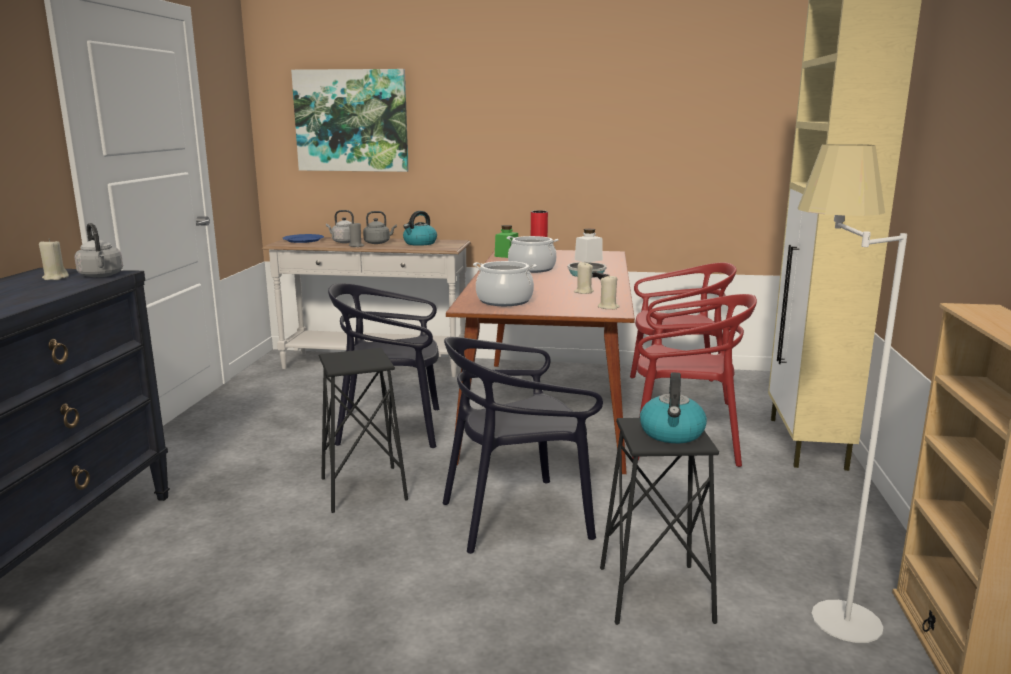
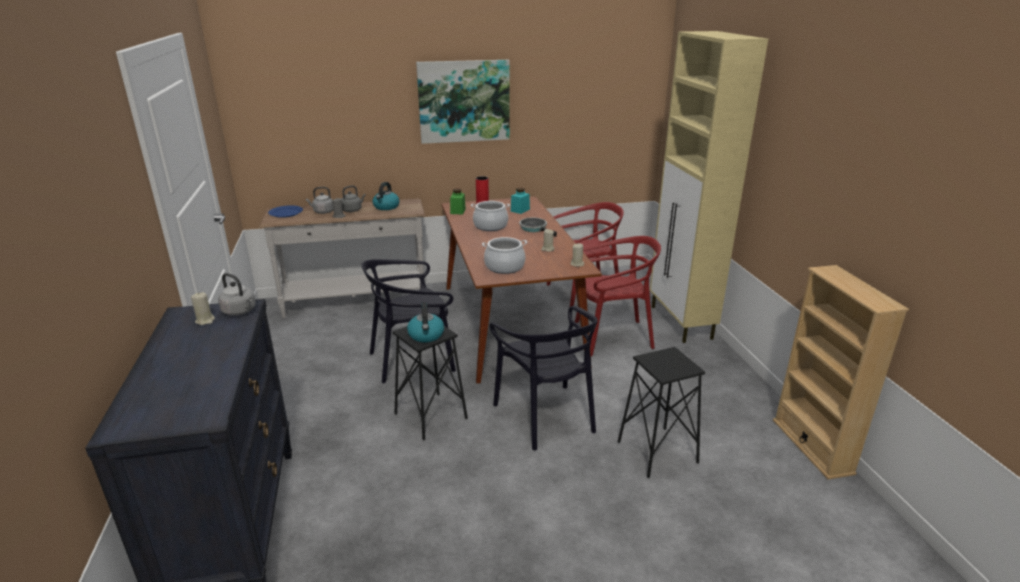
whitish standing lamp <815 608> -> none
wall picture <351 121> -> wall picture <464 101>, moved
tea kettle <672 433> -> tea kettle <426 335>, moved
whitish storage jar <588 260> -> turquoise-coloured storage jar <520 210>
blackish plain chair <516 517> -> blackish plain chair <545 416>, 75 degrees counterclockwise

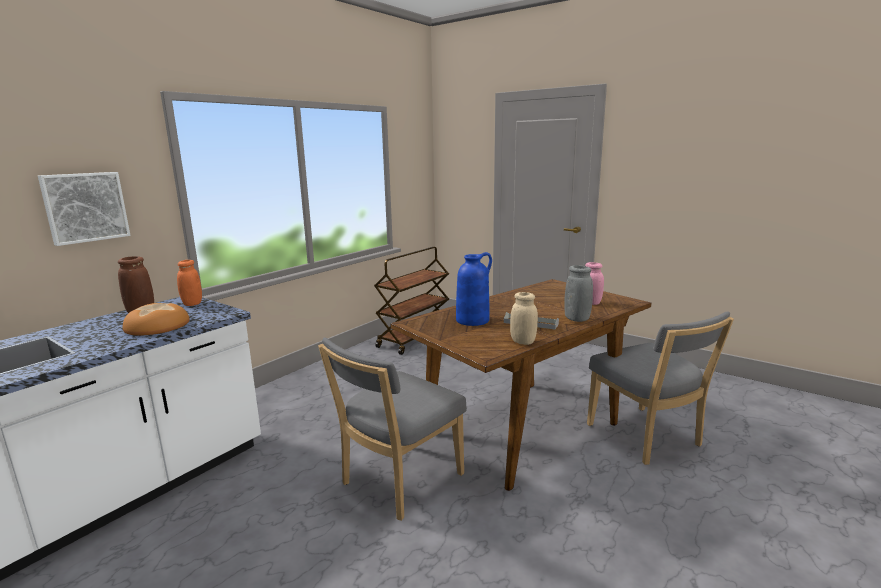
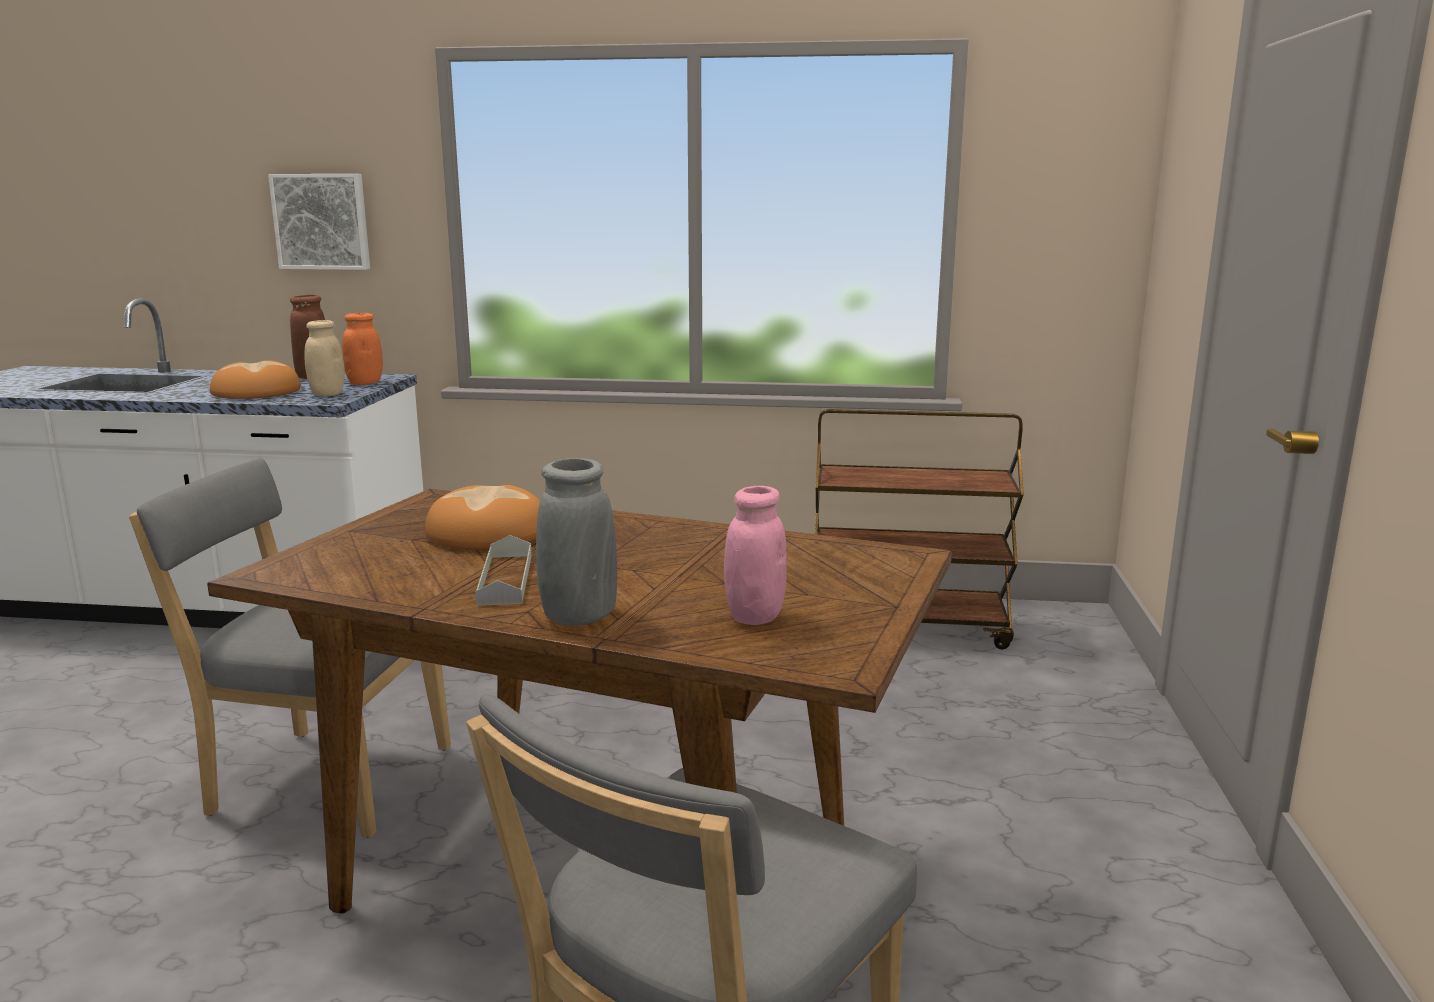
beige storage jar <523 342> -> beige storage jar <327 394>, moved
blue decorative vase <473 320> -> baked bread <489 533>

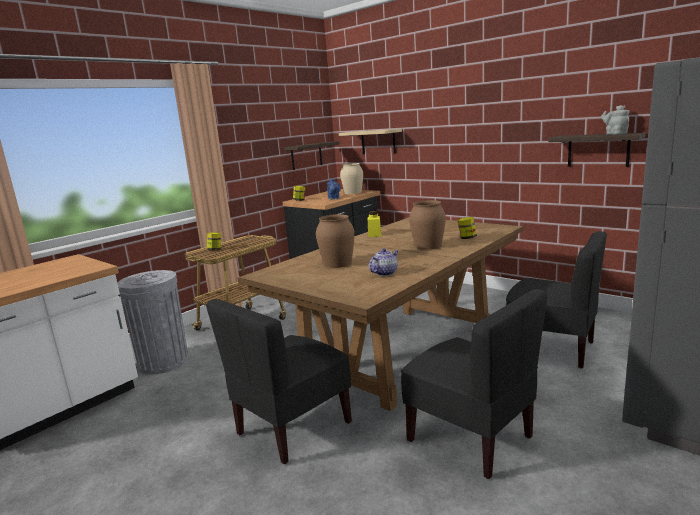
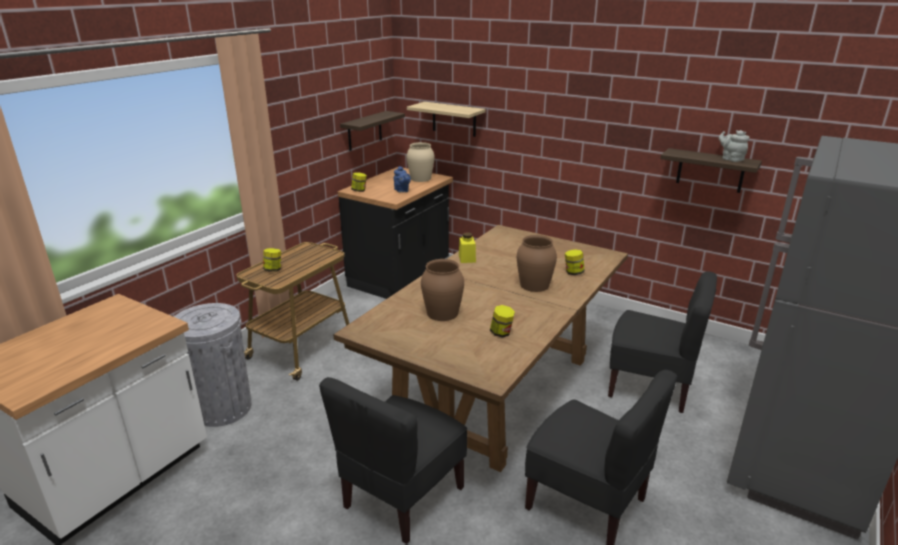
pot for tea <385 273> -> storage jar <501 333>

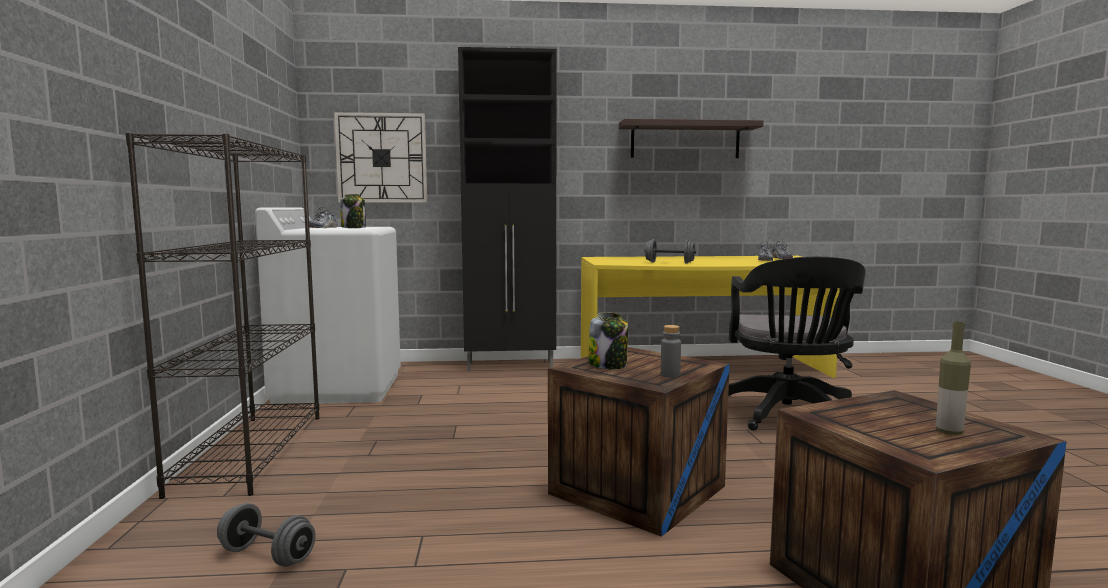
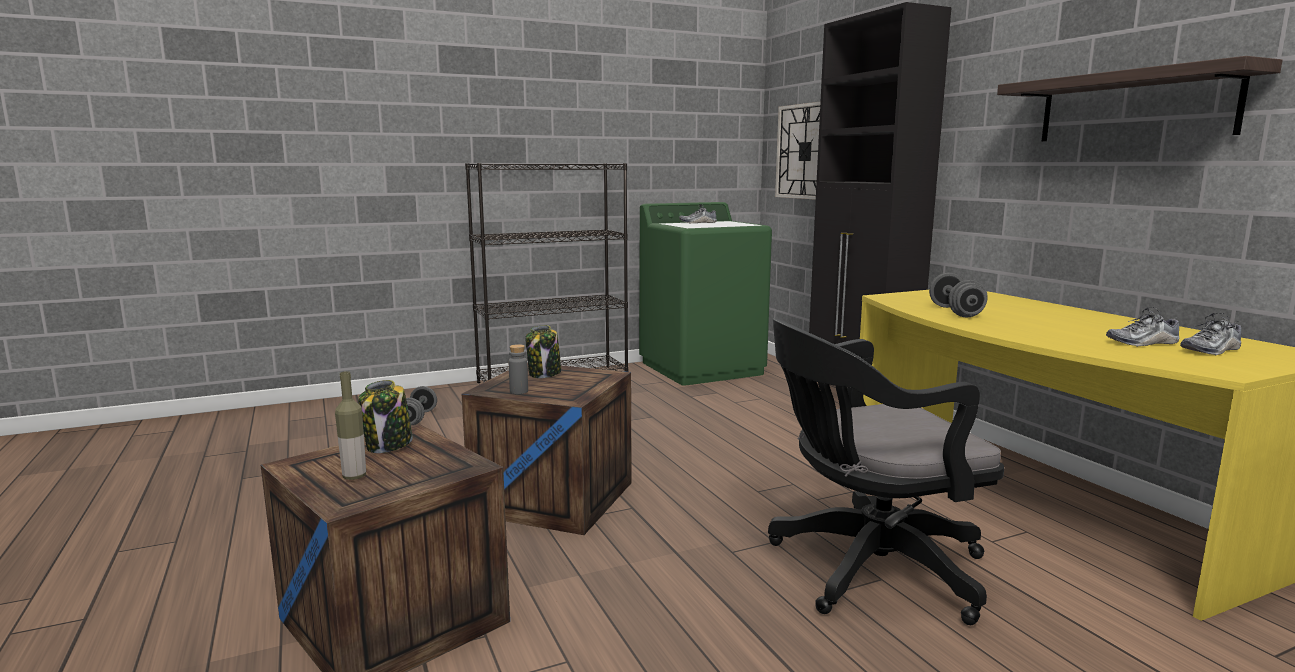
storage jar <354 227> -> storage jar <389 445>, moved
whitish washing machine <339 387> -> greenish washing machine <702 368>

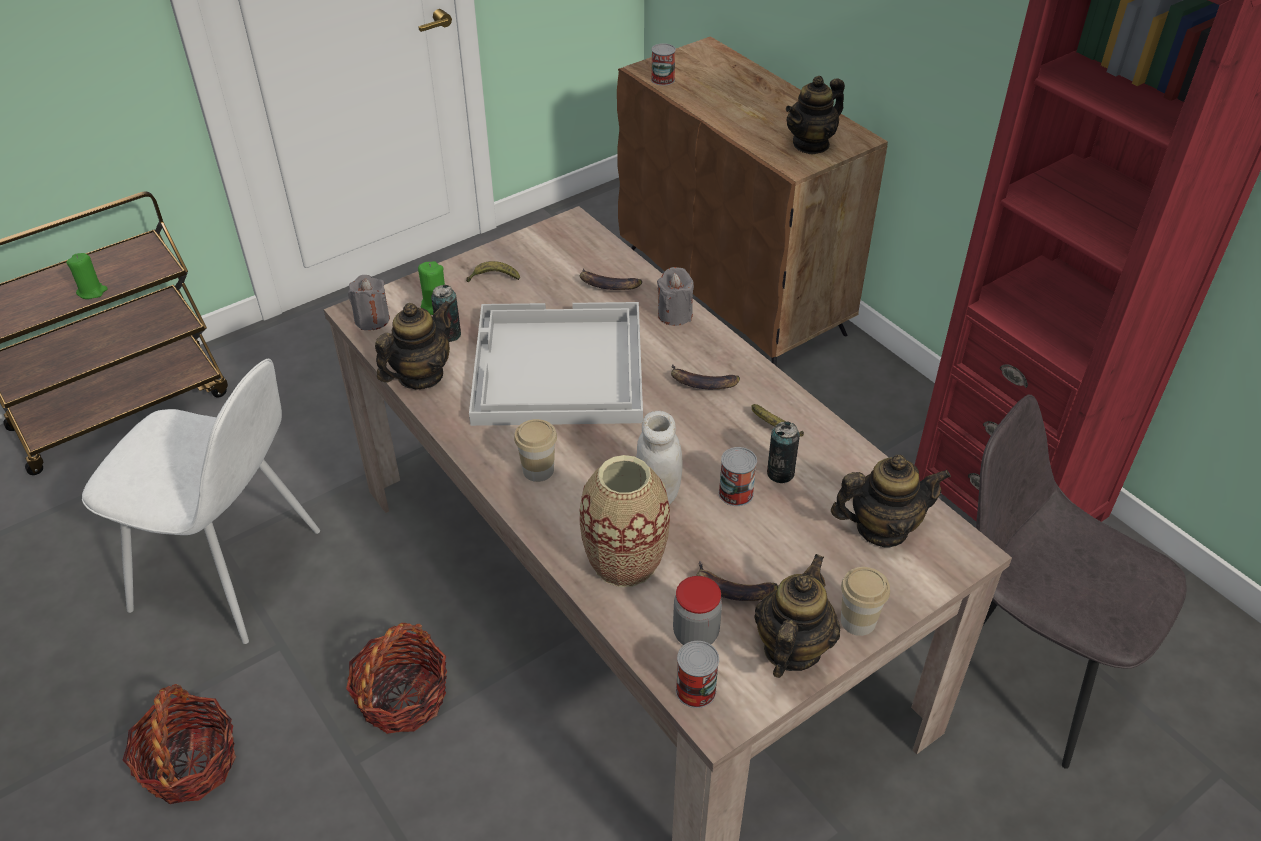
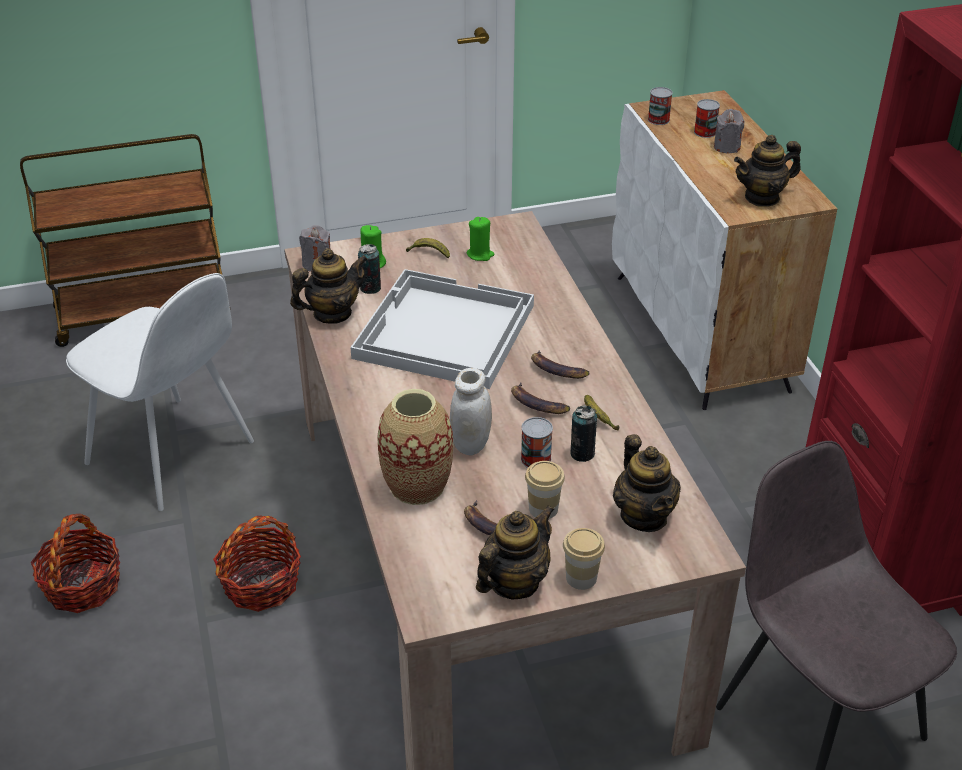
storage jar <695 634> -> none
greenish wax candle <92 291> -> greenish wax candle <480 254>, moved
cup <538 470> -> cup <543 509>, moved
banana <608 285> -> banana <536 404>, moved
gray wax candle <675 314> -> gray wax candle <727 147>, moved
sealed can <696 690> -> sealed can <705 132>, moved
brown storage cabinet <734 293> -> whitish storage cabinet <701 332>
pot for tea <882 528> -> pot for tea <644 516>, 60 degrees clockwise

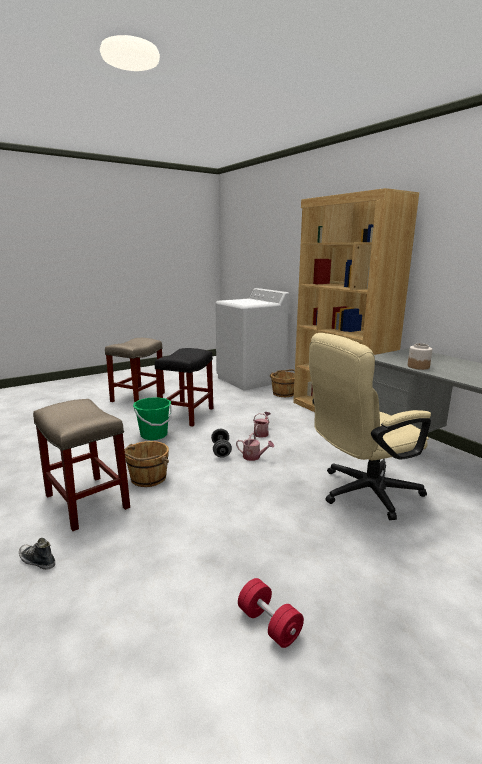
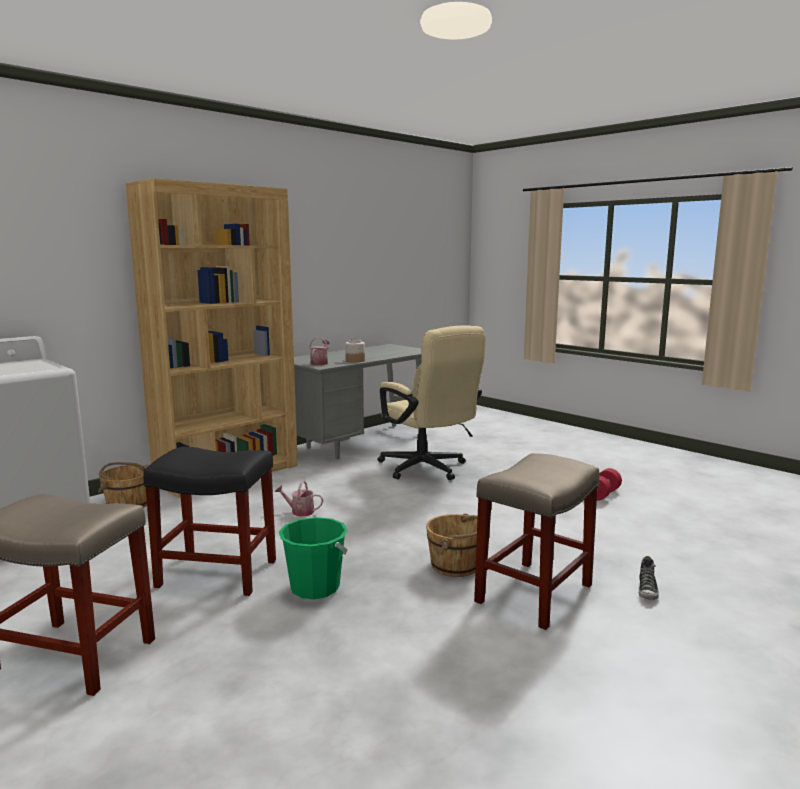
gray dumbbell <221 450> -> none
watering can <254 457> -> watering can <320 363>, moved

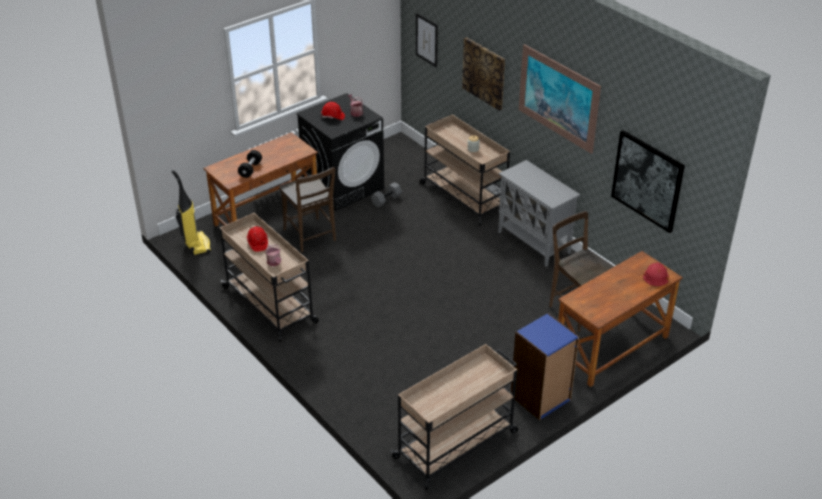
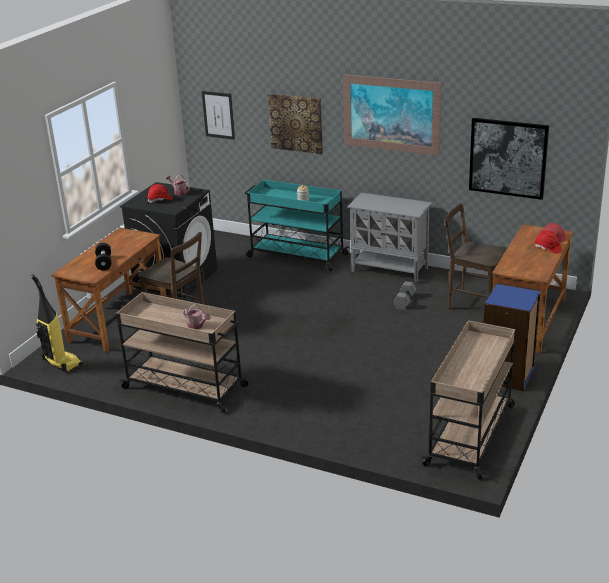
red-coloured work helmet <257 243> -> red-coloured work helmet <547 248>, moved
gray dumbbell <386 199> -> gray dumbbell <404 301>, moved
beige trolley <463 196> -> turquoise-coloured trolley <296 255>

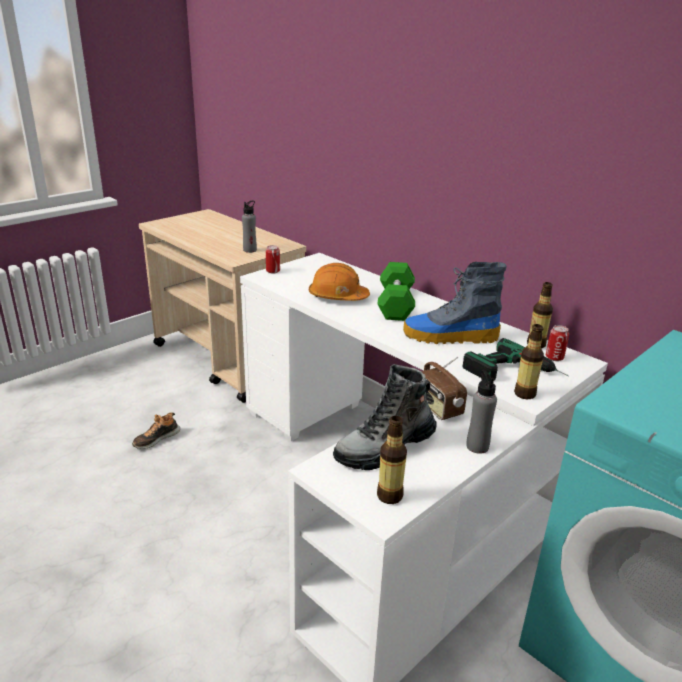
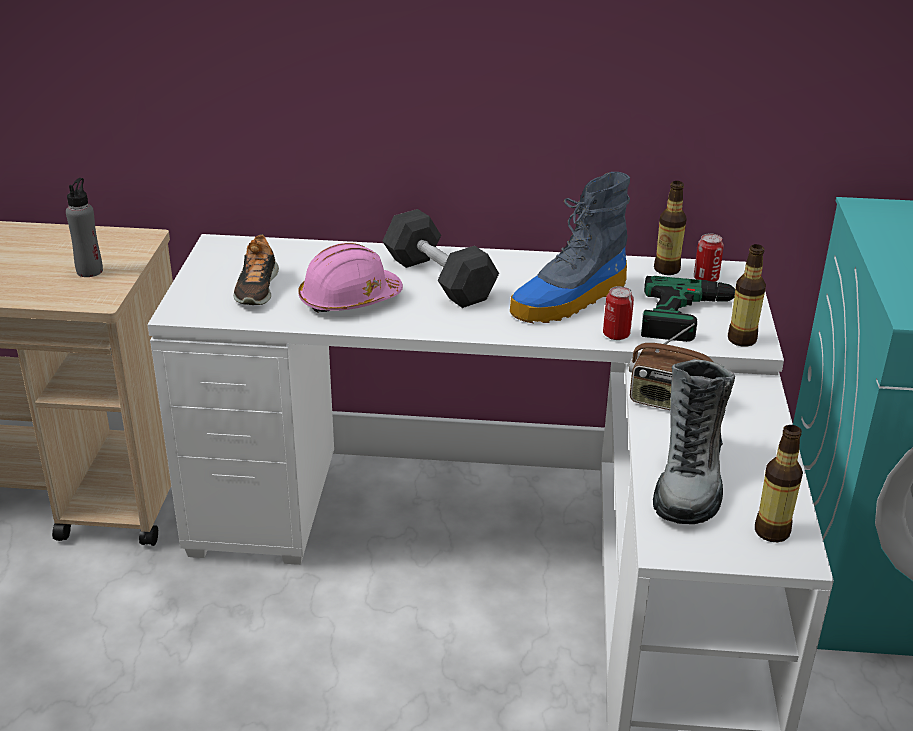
gray bottle <477 446> -> none
low shoe <156 438> -> low shoe <256 288>, moved
sealed can <273 271> -> sealed can <616 335>, moved
orange work helmet <337 297> -> pink-coloured work helmet <349 299>
greenish dumbbell <395 304> -> gray dumbbell <439 279>

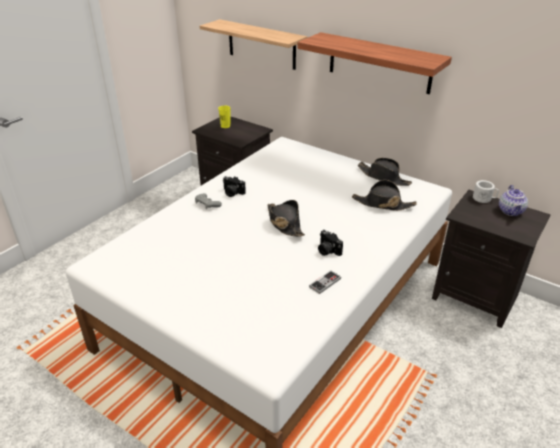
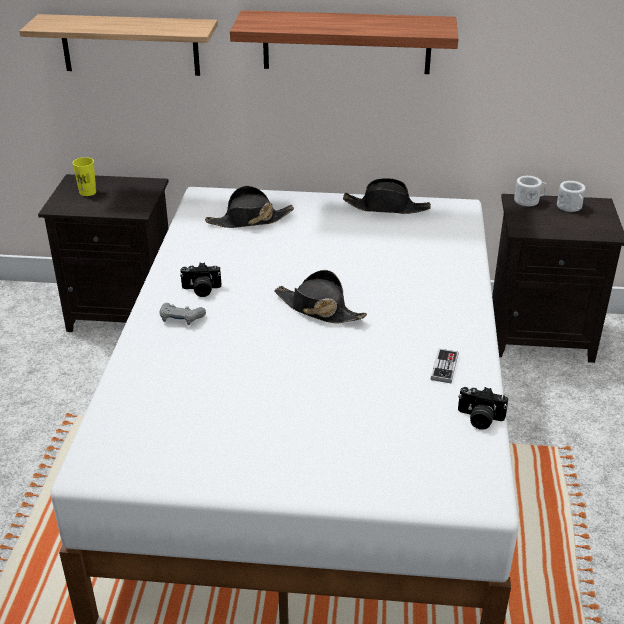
still camera <327 250> -> still camera <479 419>, moved
blackish wearable hat <383 204> -> blackish wearable hat <249 220>, moved
pot for tea <511 211> -> whitish mug <570 208>

